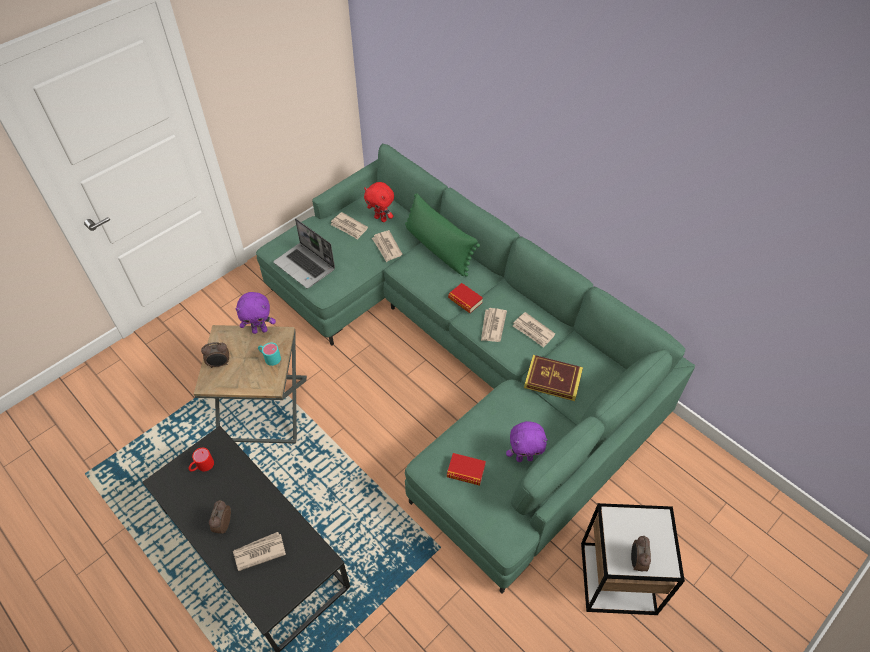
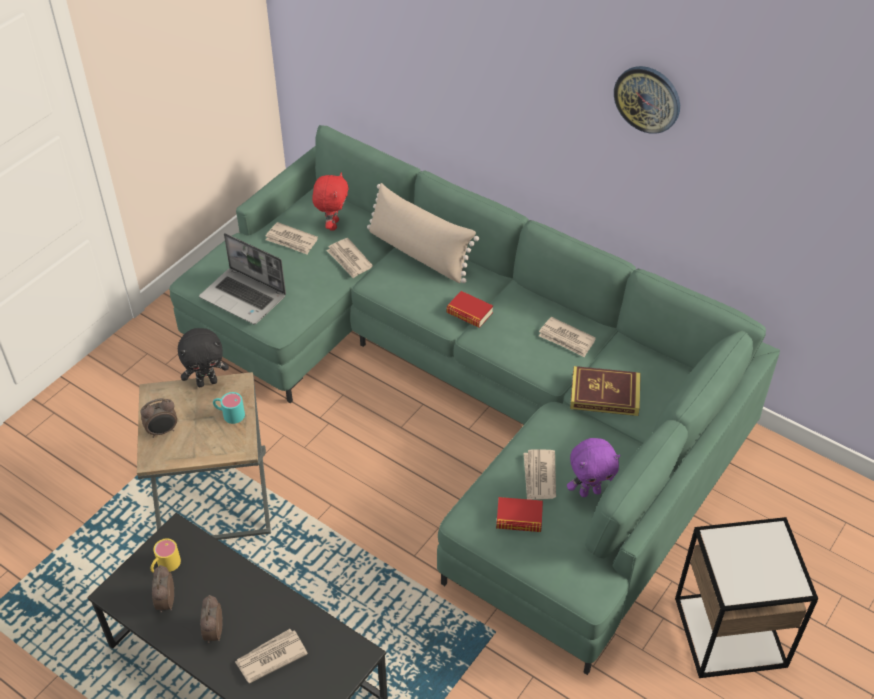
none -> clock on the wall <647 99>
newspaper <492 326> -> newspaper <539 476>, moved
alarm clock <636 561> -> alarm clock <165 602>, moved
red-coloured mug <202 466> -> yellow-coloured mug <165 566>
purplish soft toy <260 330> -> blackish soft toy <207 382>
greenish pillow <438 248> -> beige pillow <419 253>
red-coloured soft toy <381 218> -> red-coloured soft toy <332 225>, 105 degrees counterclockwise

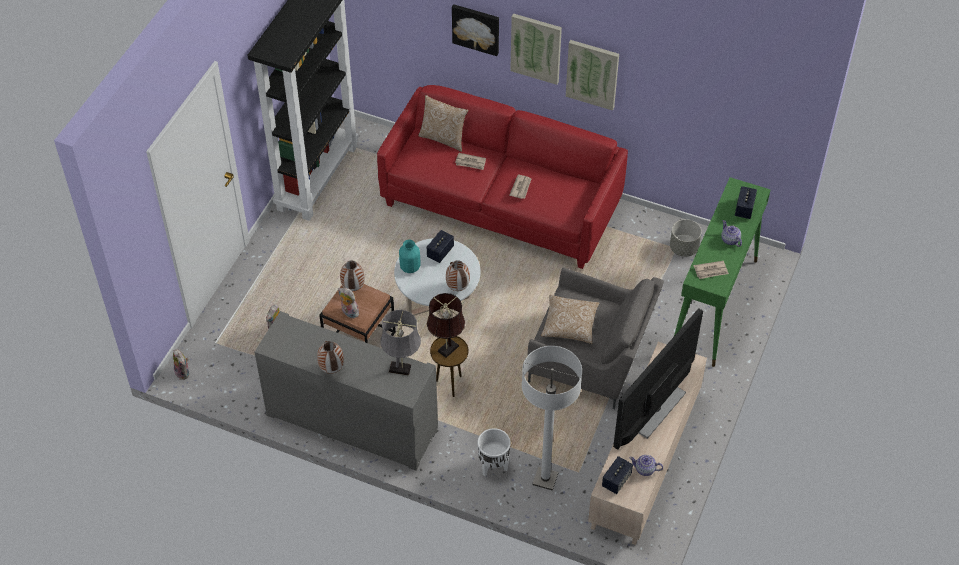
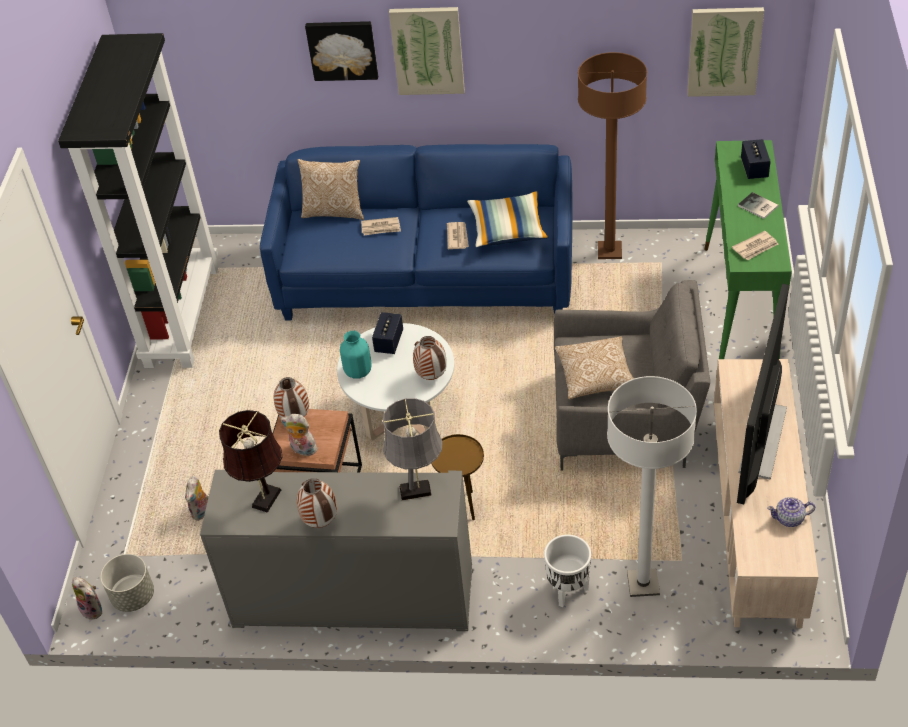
audio speaker <616 480> -> none
none -> pillow <508 229>
none -> brown standing lamp <609 251>
brown tabletop lamp <446 350> -> brown tabletop lamp <265 501>, moved
wall picture <592 74> -> wall picture <724 51>, moved
gray planter <683 248> -> gray planter <133 596>, moved
pot for tea <730 240> -> bound book <758 207>
red-coloured sofa <501 204> -> blue sofa <427 277>

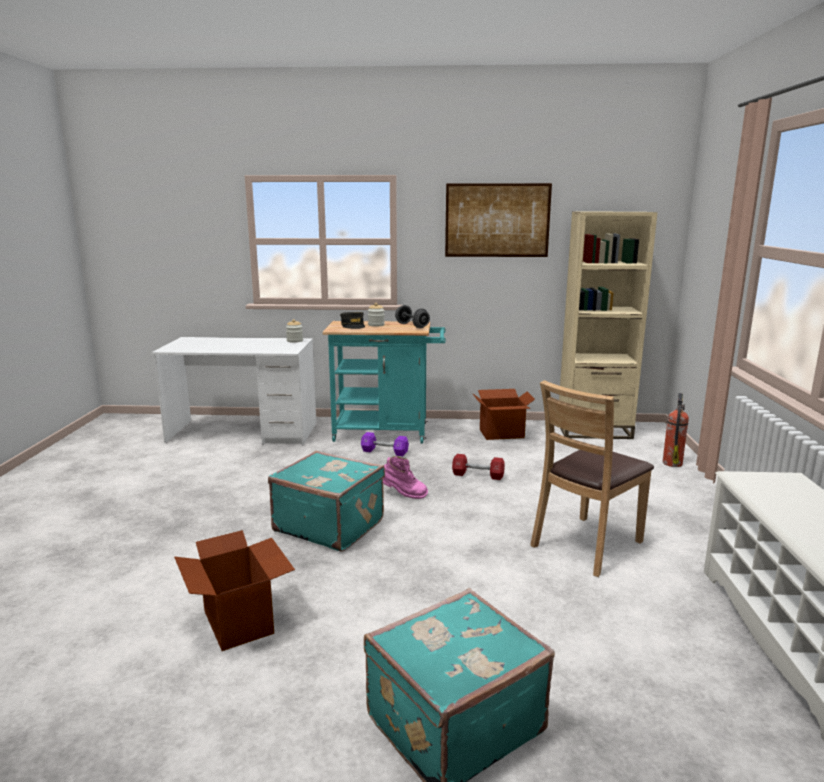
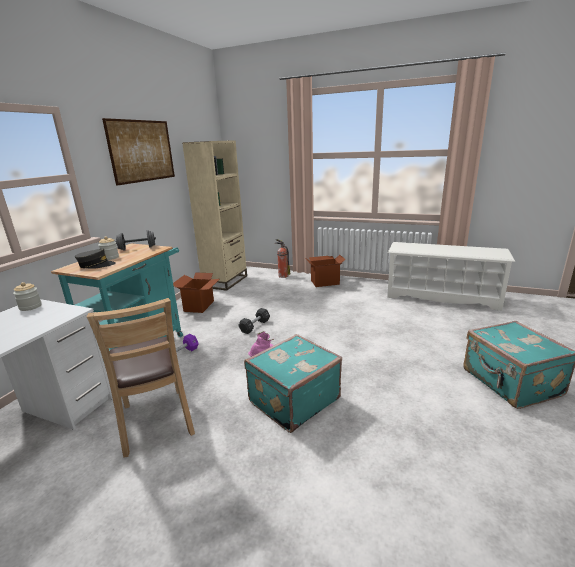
carton <239 621> -> carton <324 282>, moved
brown plain chair <587 545> -> brown plain chair <156 420>, moved
red-coloured dumbbell <478 475> -> blackish dumbbell <255 326>

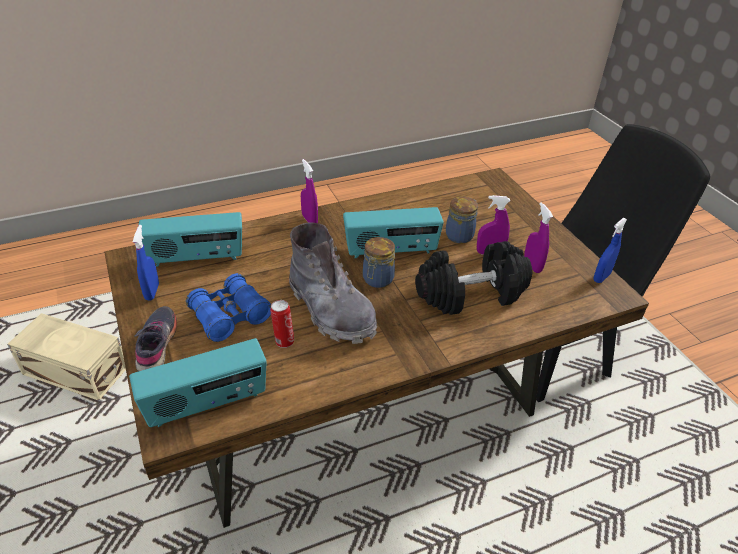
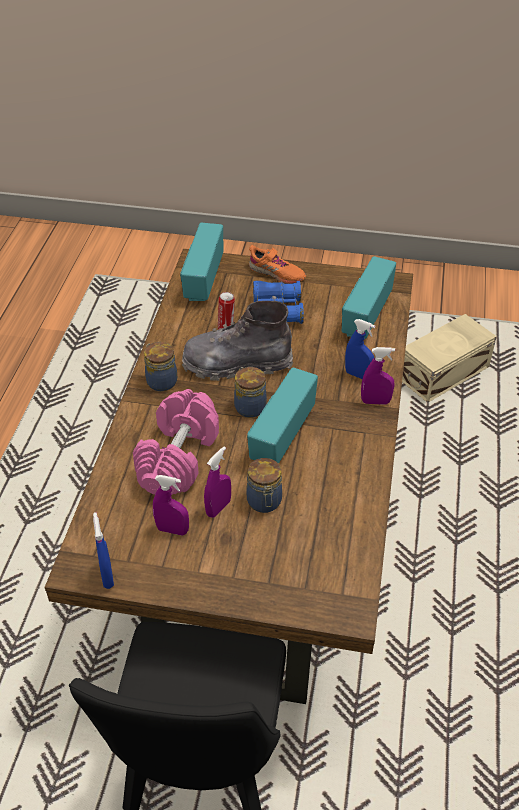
none -> storage jar <161 381>
blue hand sprayer <152 292> -> blue hand sprayer <358 375>, moved
gray low shoe <157 344> -> orange low shoe <277 274>
blackish dumbbell <471 294> -> pink-coloured dumbbell <178 457>

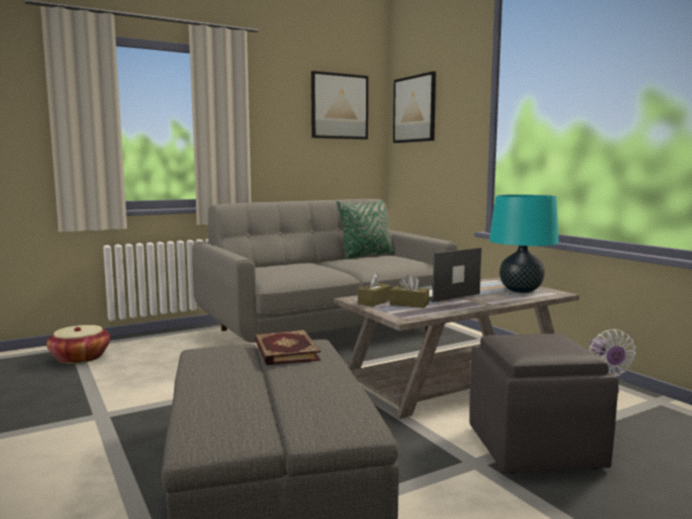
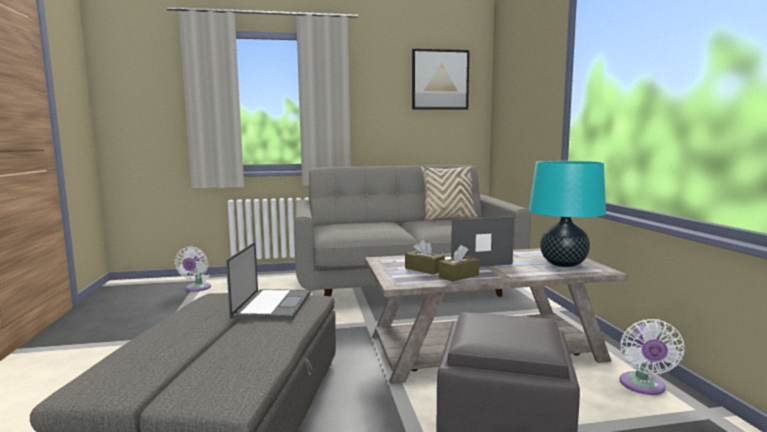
wall picture <414 109> -> none
brown tissue holder <374 301> -> brown tissue holder <459 276>, moved
storage basket <80 358> -> whitish fan <197 288>
bound book <284 351> -> laptop <272 304>
greenish pillow <366 256> -> beige pillow <448 218>

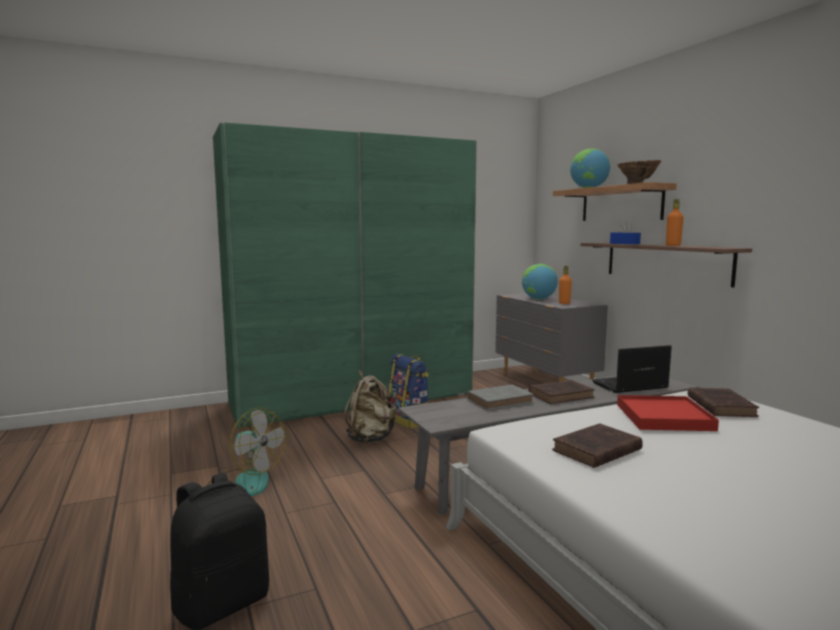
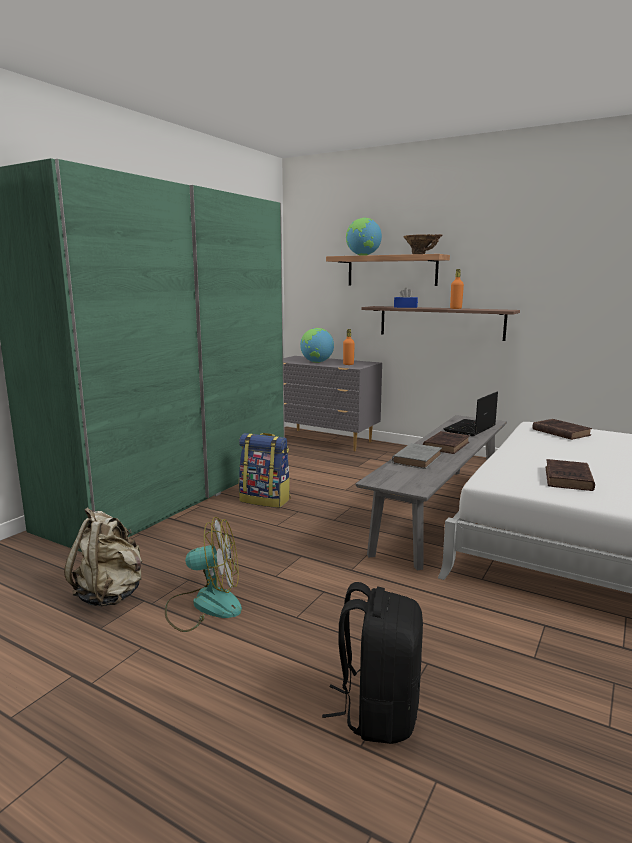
red-coloured serving tray <664 417> -> none
beige knapsack <370 438> -> beige knapsack <110 594>, moved

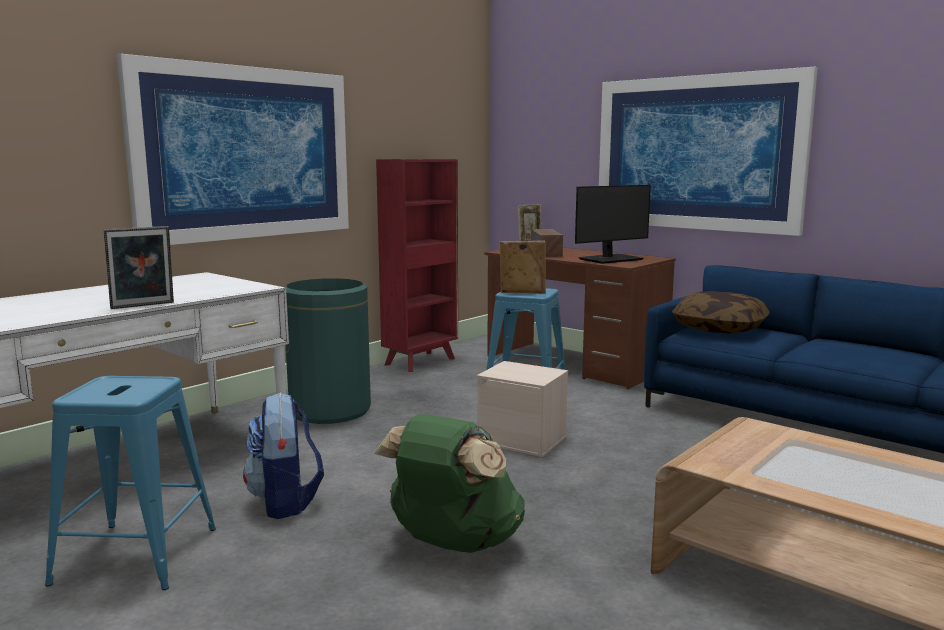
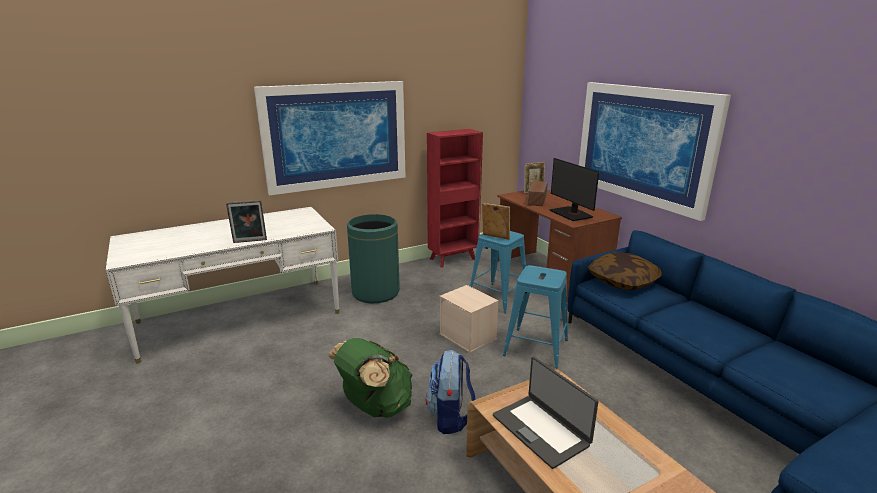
none -> laptop <541 429>
blue stool <136 555> -> blue stool <535 347>, moved
knapsack <286 502> -> knapsack <451 417>, moved
computer display <610 259> -> computer display <571 214>, 75 degrees clockwise

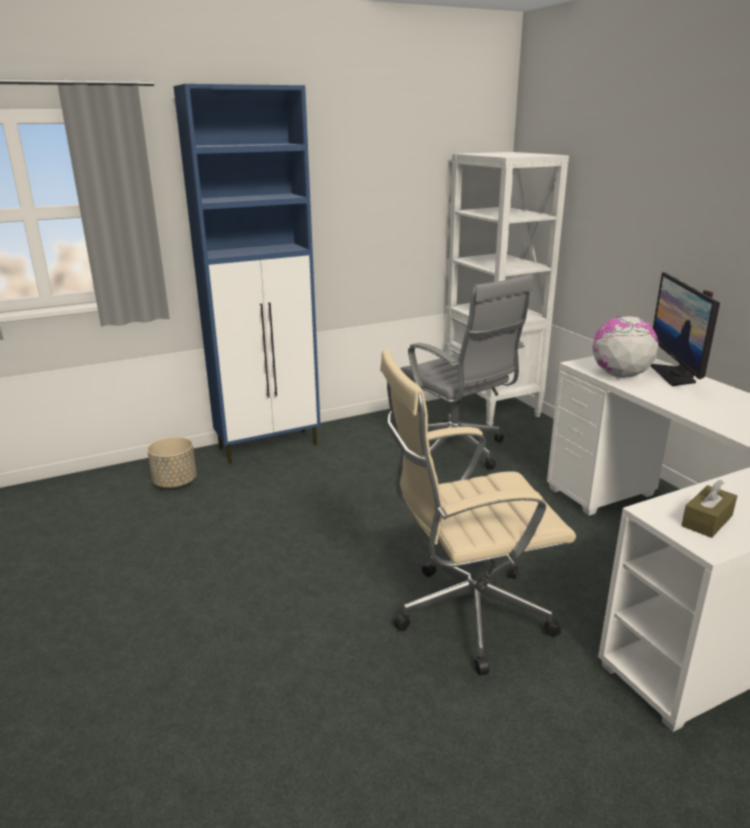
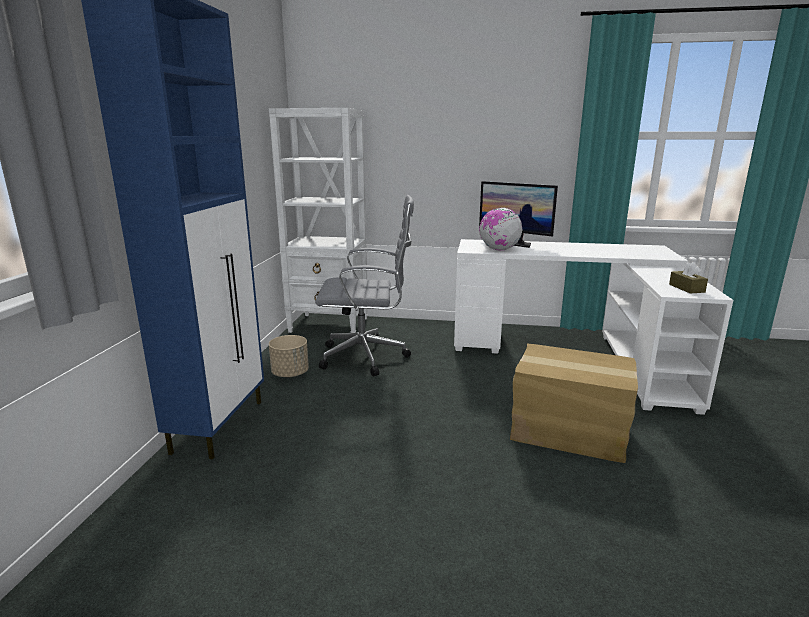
beige planter <175 482> -> beige planter <290 374>, moved
beige computer chair <465 616> -> carton <568 431>

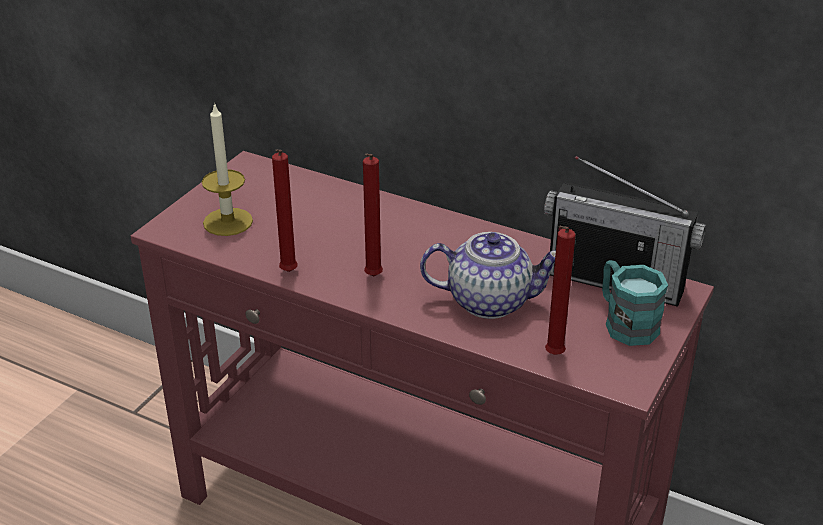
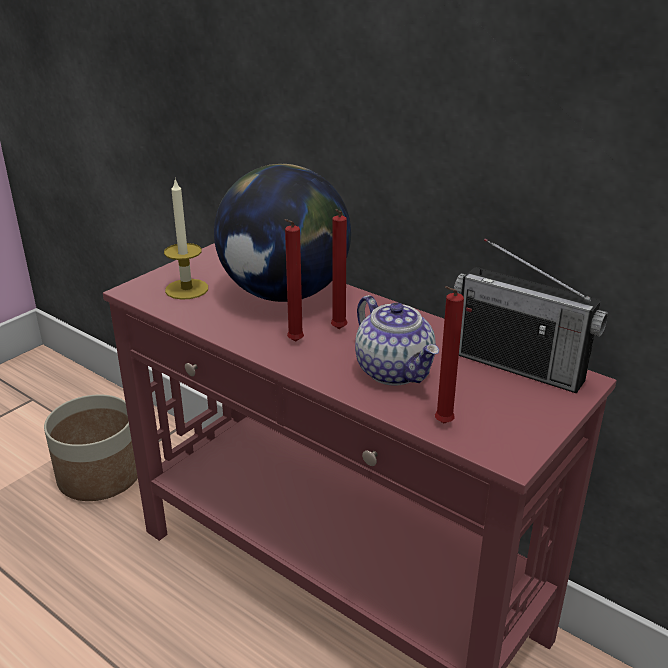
turquoise-coloured mug <625 322> -> none
none -> planter <100 475>
none -> world globe <285 294>
red-coloured wax candle <288 273> -> red-coloured wax candle <338 330>, moved
pot for tea <490 301> -> pot for tea <395 371>, 45 degrees clockwise

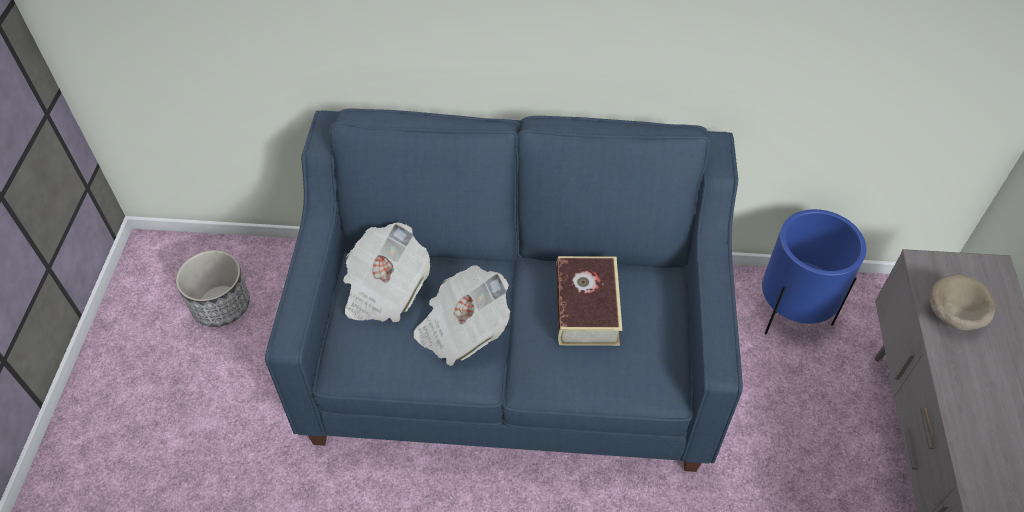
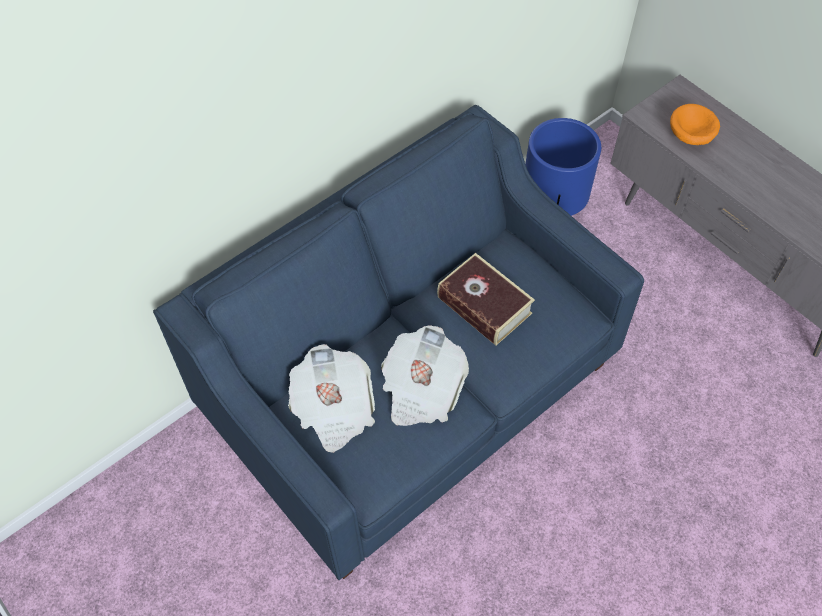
planter <222 305> -> none
beige deep dish <952 315> -> orange deep dish <689 137>

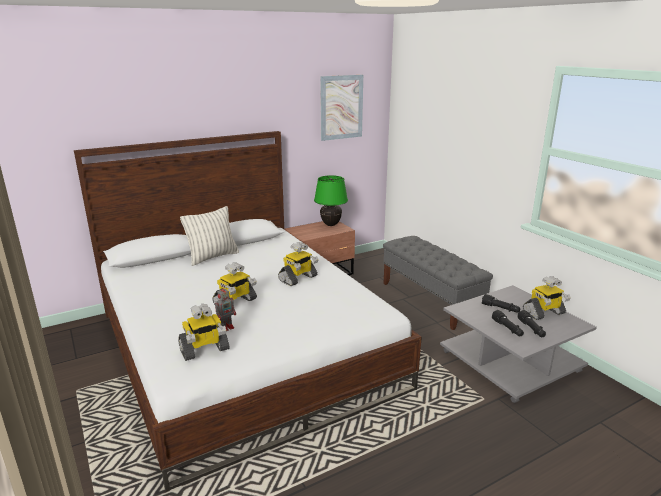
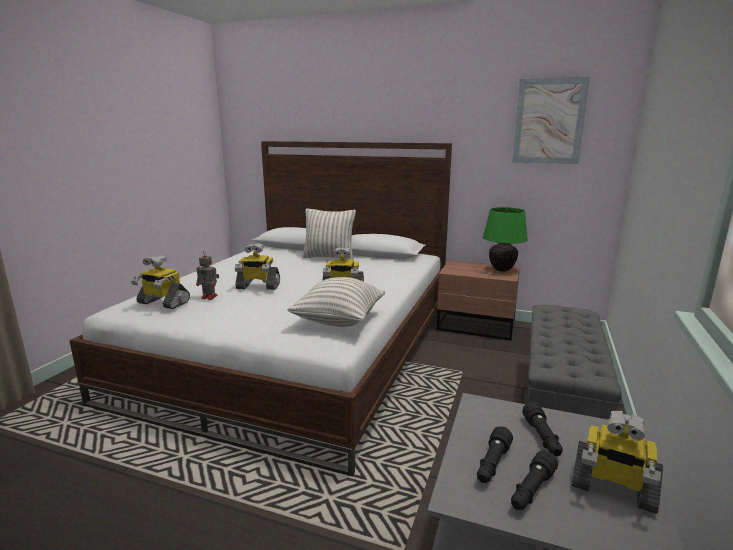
none -> pillow <339 321>

